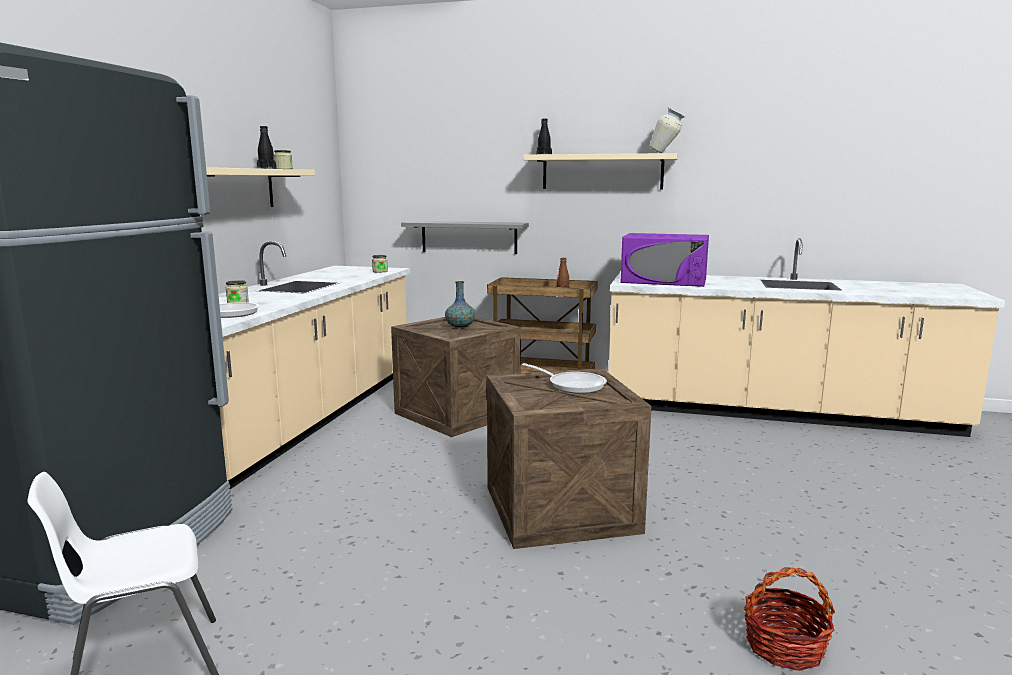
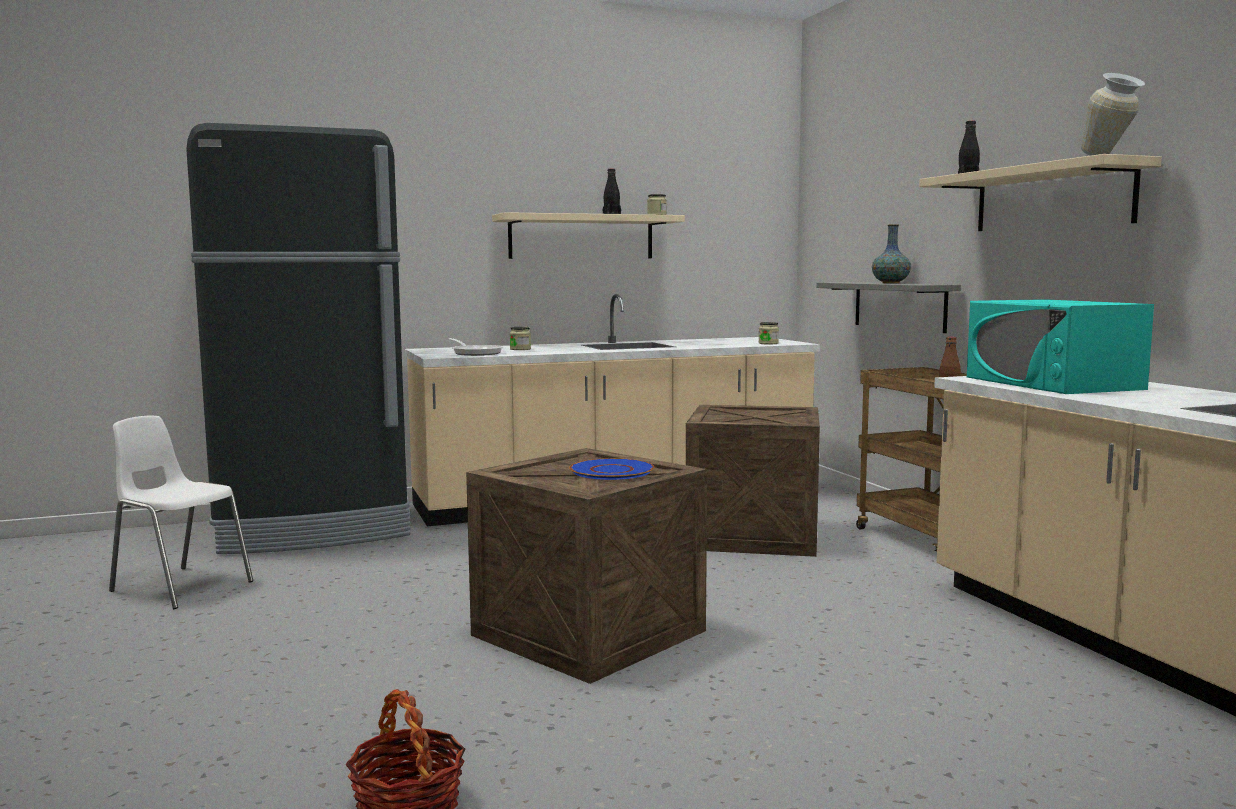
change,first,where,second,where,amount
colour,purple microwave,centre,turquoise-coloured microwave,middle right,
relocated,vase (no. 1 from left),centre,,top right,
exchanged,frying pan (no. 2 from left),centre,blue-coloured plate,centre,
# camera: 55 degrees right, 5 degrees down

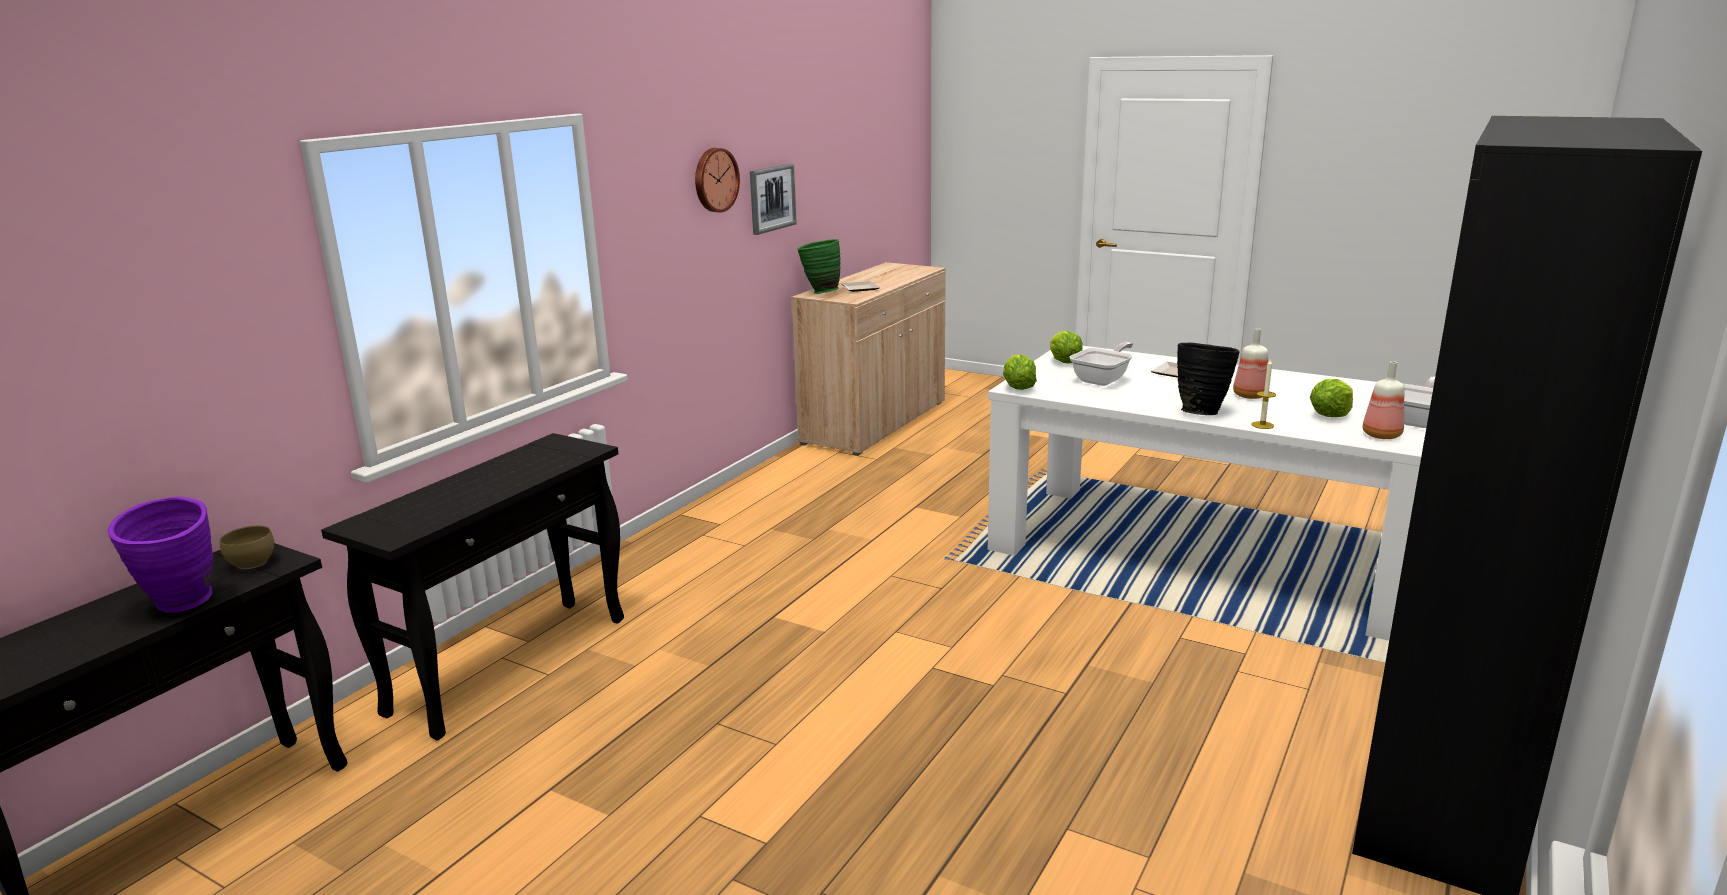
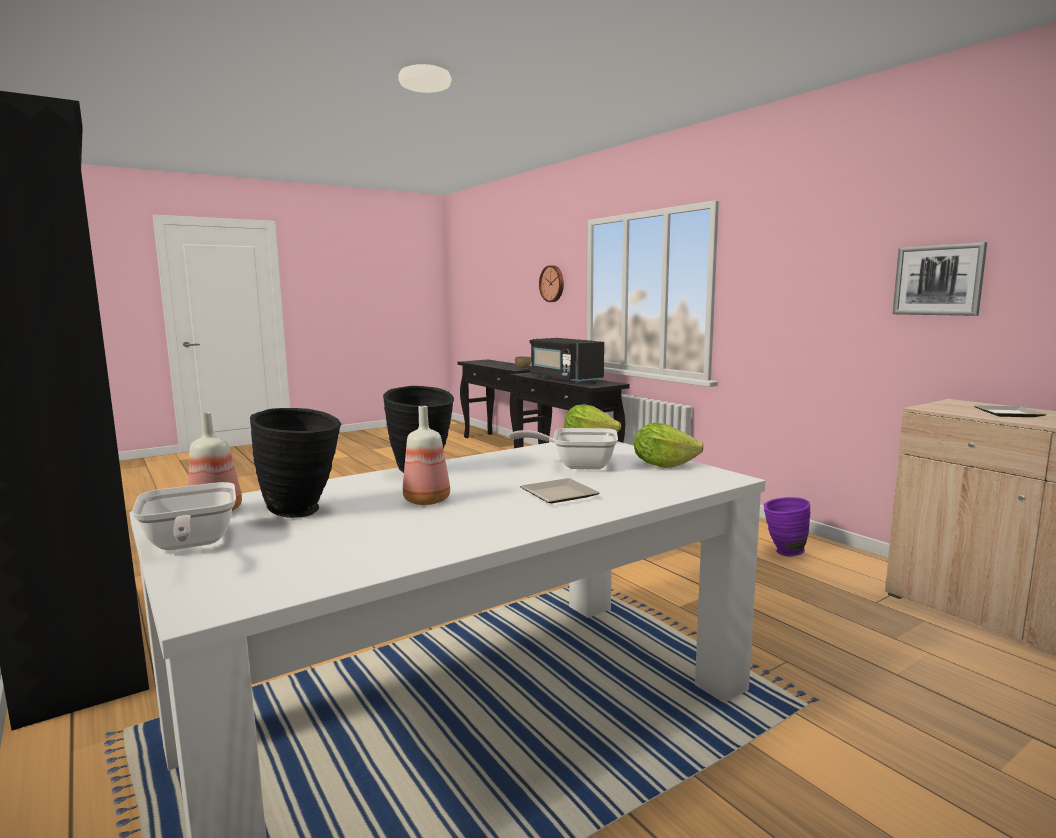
change,first,where,second,where,amount
relocated,wall clock,top centre,,centre,
missing,green-coloured vase,top centre,,,
spun,frying pan (no. 1 from left in the first image),centre,frying pan (no. 2 from left),centre,120 degrees clockwise
missing,wax light,middle right,,,
exchanged,head of lettuce (no. 3 from left),middle right,blackish vase (no. 1 from left),middle left,
relocated,purple vase,middle left,,middle right,
appeared,,,blackish microwave,centre,
# camera: 115 degrees right, 10 degrees down

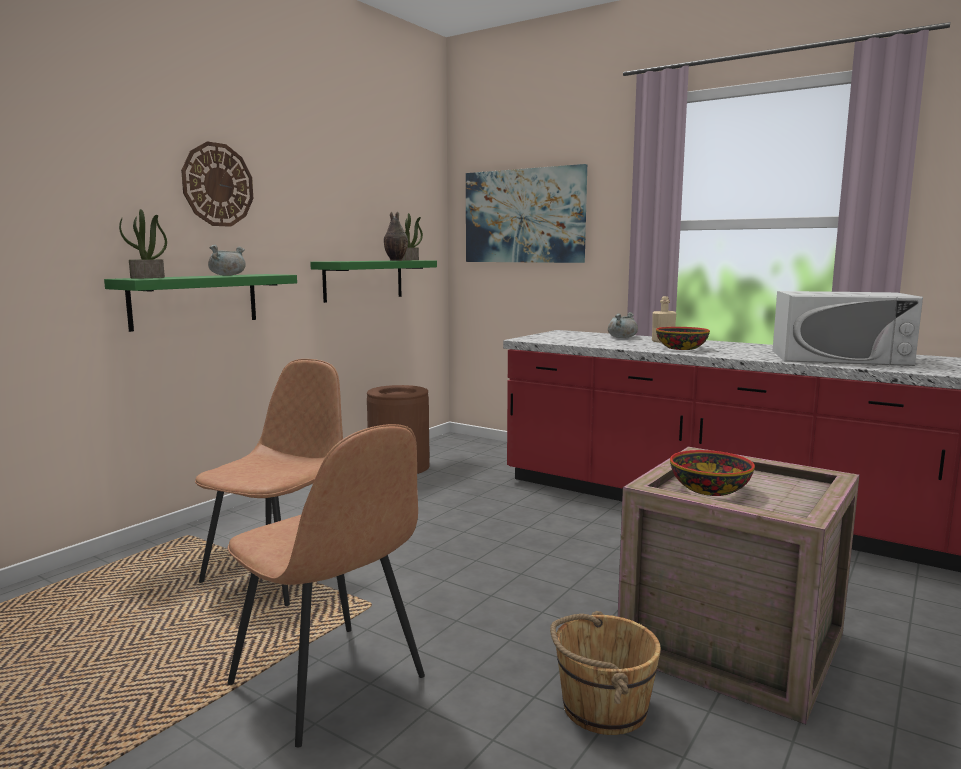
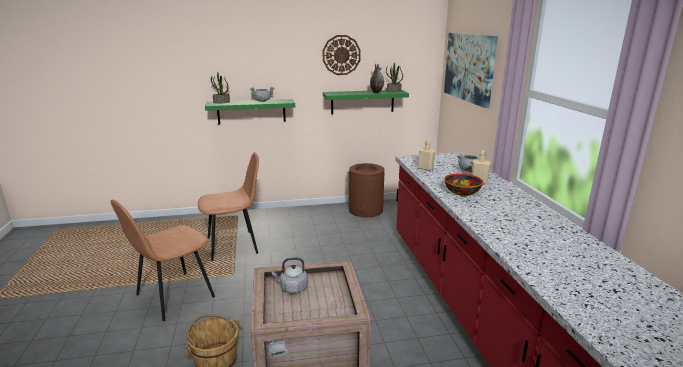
change,first,where,second,where,amount
relocated,wall clock,top left,,top centre,
missing,whitish microwave,middle right,,,
spun,brownish plain chair (no. 2 from left in the first image),bottom centre,brownish plain chair (no. 1 from left),bottom left,45 degrees clockwise
exchanged,serving bowl (no. 2 from left),middle right,grey tea kettle,bottom centre,
appeared,,,beige-coloured beverage bottle (no. 1 from left),centre,
# camera: 45 degrees right, 10 degrees up

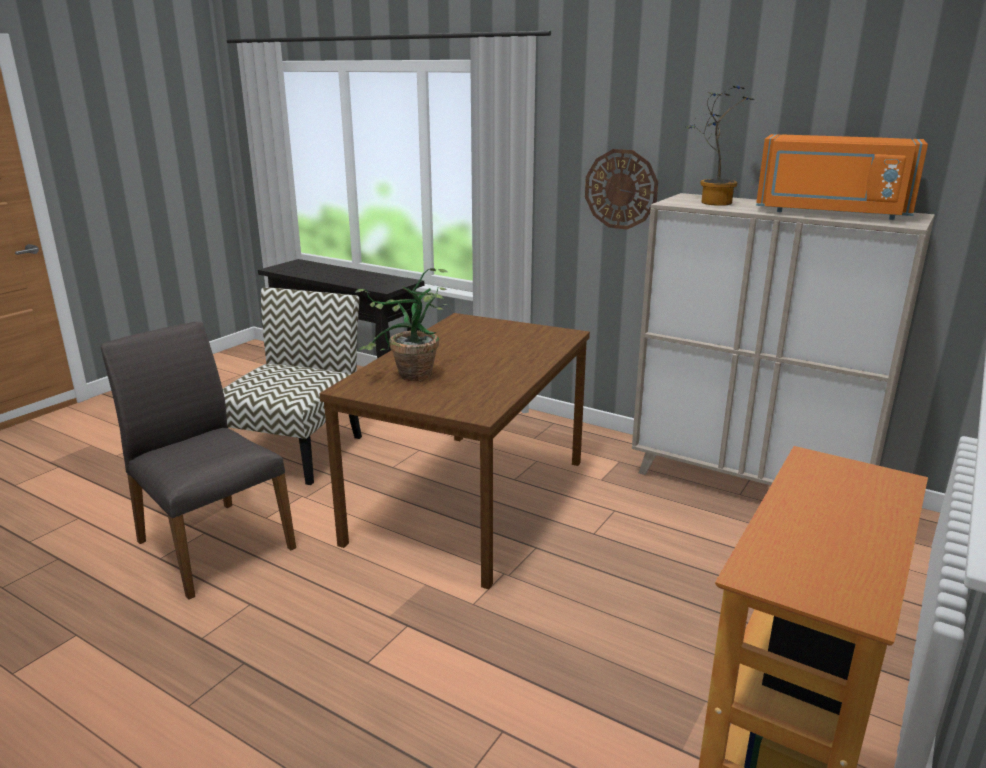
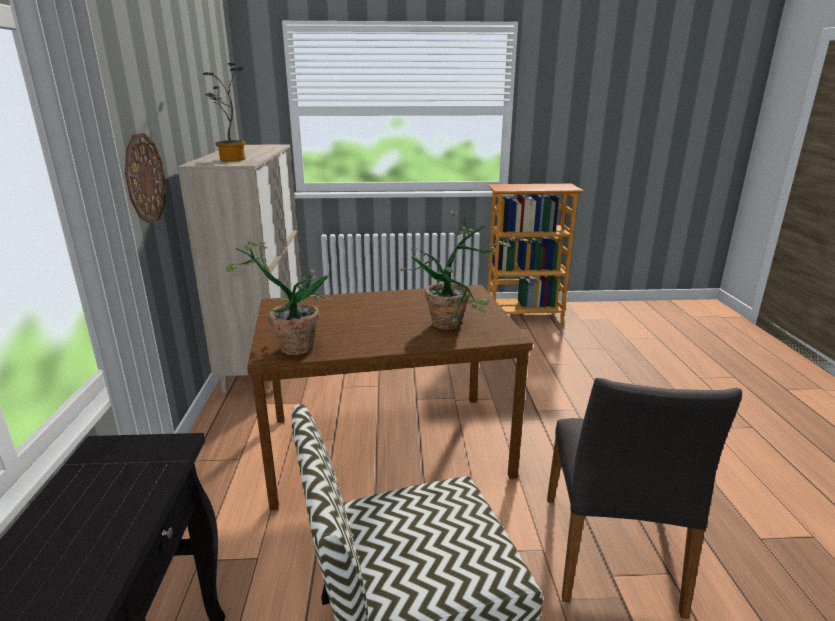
change,first,where,second,where,amount
missing,orangey microwave,top right,,,
appeared,,,houseplant (no. 2 from left),centre,
# camera: 125 degrees left, 0 degrees up

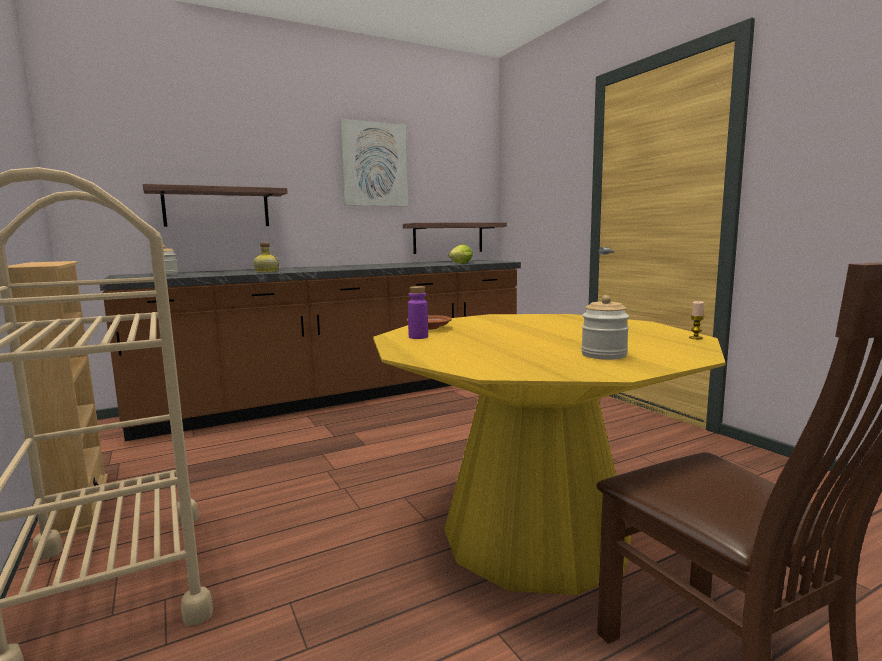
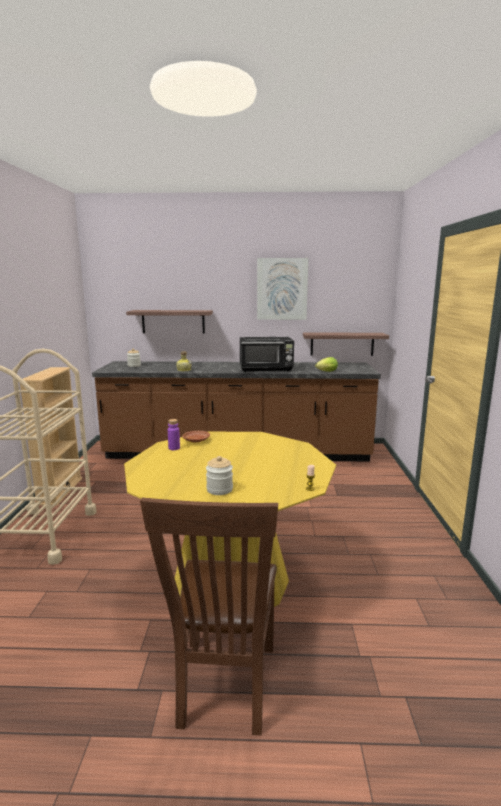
change,first,where,second,where,amount
appeared,,,blackish microwave,centre,
# camera: 30 degrees right, 5 degrees up

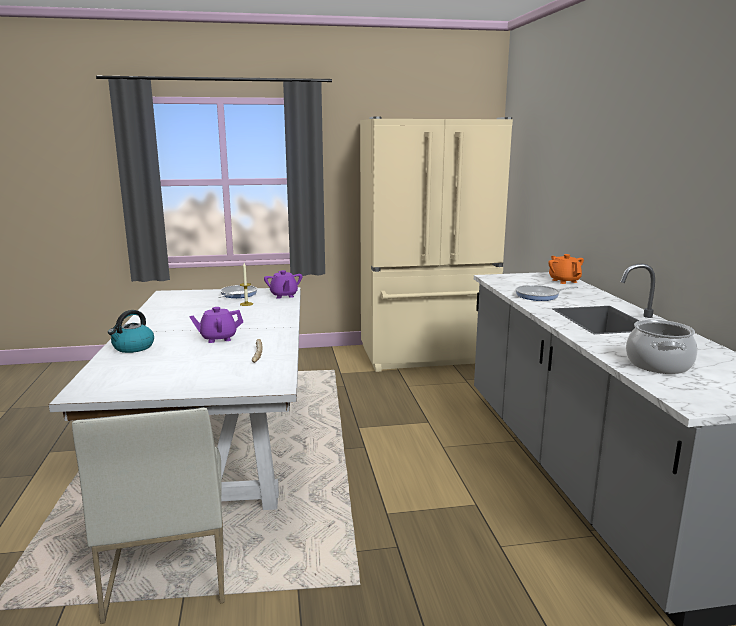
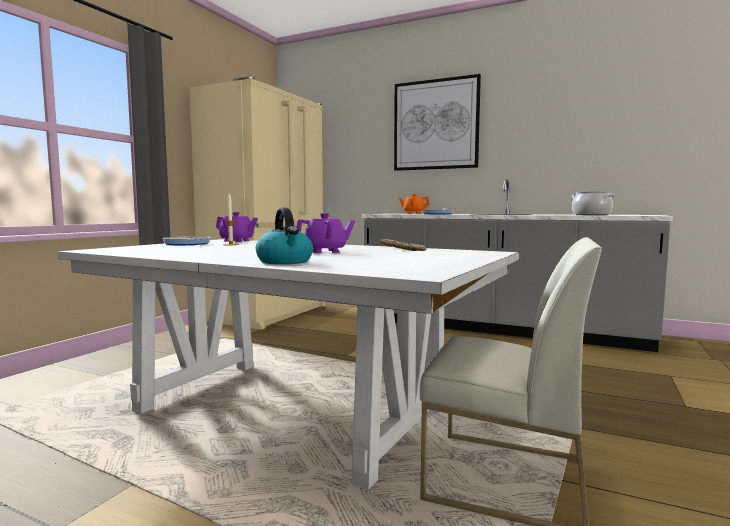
change,first,where,second,where,amount
spun,purple teapot (no. 1 from left in the first image),middle left,purple teapot (no. 2 from left),centre,120 degrees counterclockwise
appeared,,,wall picture,top centre,
# camera: 55 degrees left, 10 degrees down

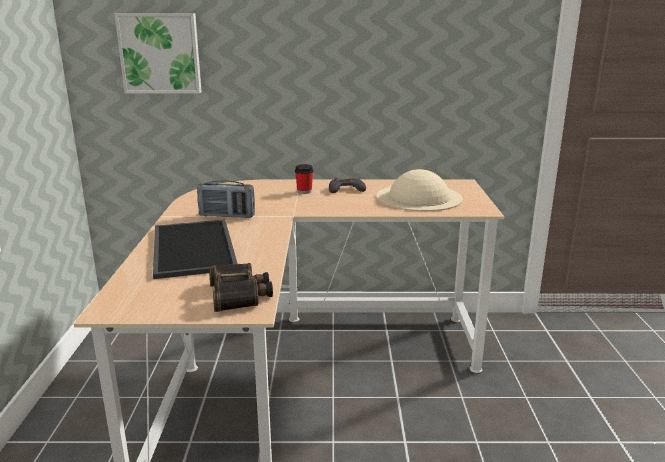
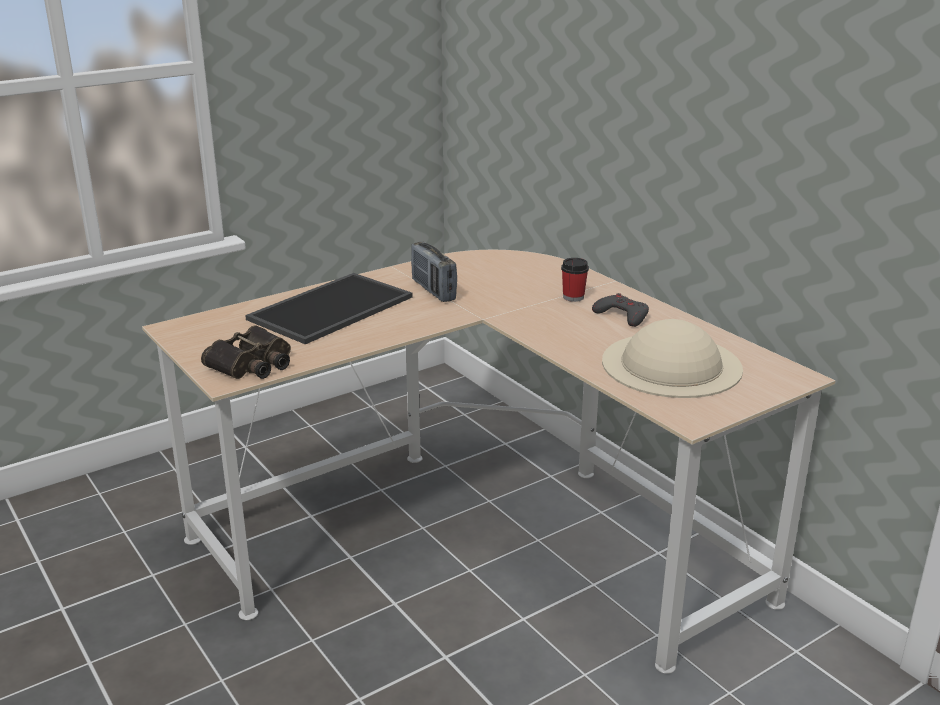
change,first,where,second,where,amount
missing,wall picture,top left,,,
# camera: 55 degrees right, 5 degrees up

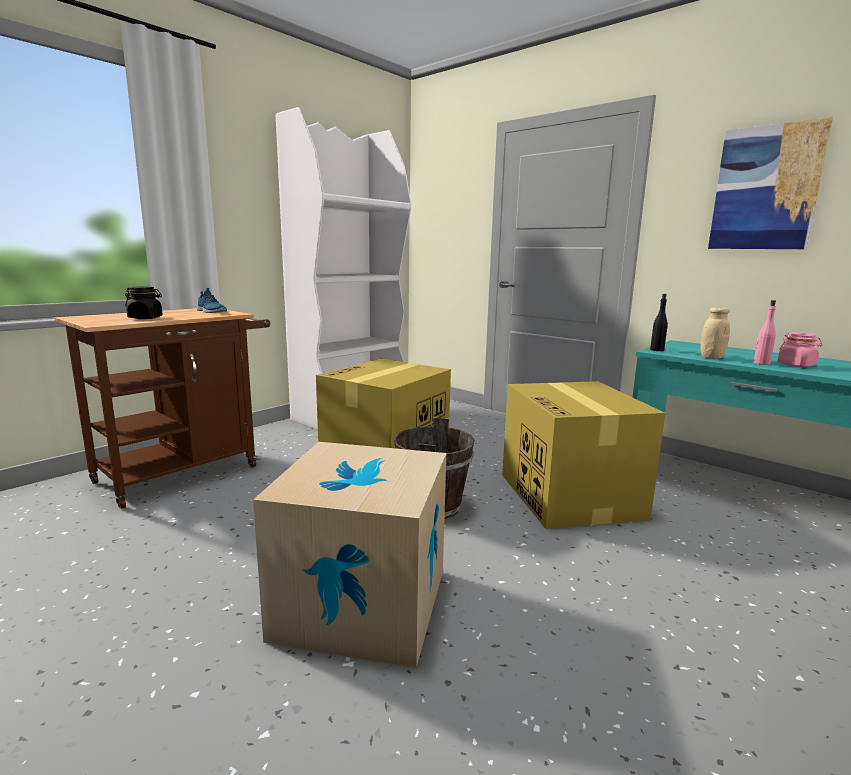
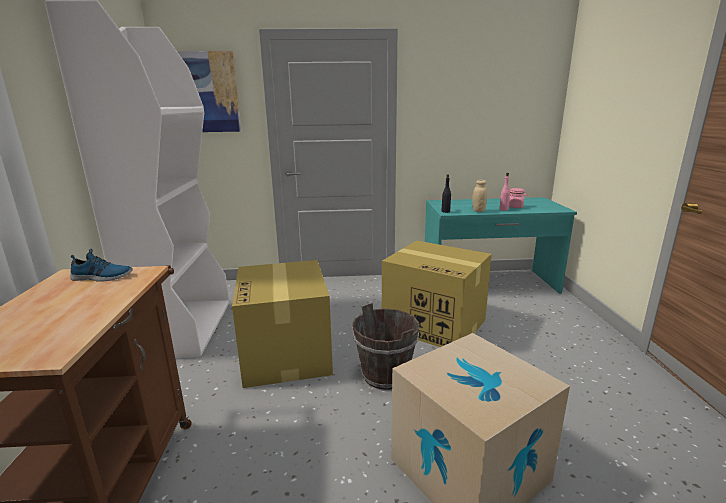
change,first,where,second,where,amount
relocated,wall picture,top right,,top left,
missing,blackish preserve jar,middle left,,,
# camera: 45 degrees left, 5 degrees up

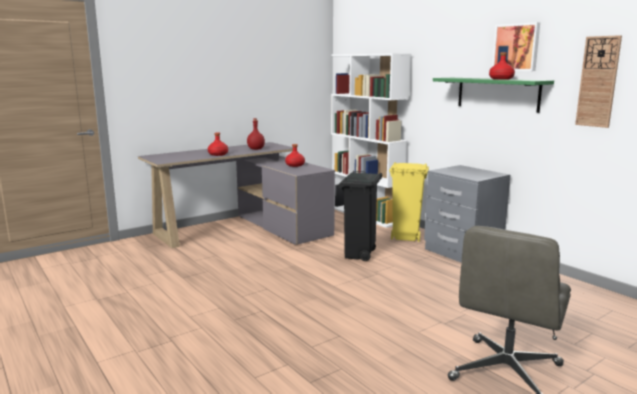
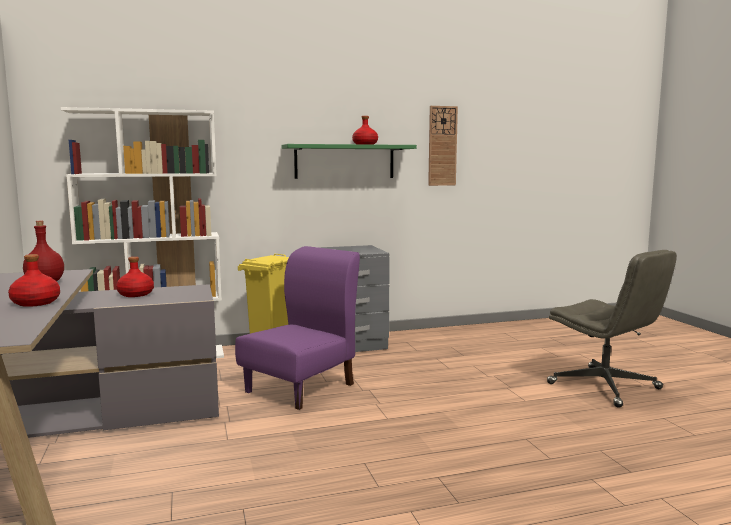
change,first,where,second,where,amount
missing,wall picture,top right,,,
exchanged,blackish trash can,centre,purple plain chair,centre,
# camera: 70 degrees left, 5 degrees down

